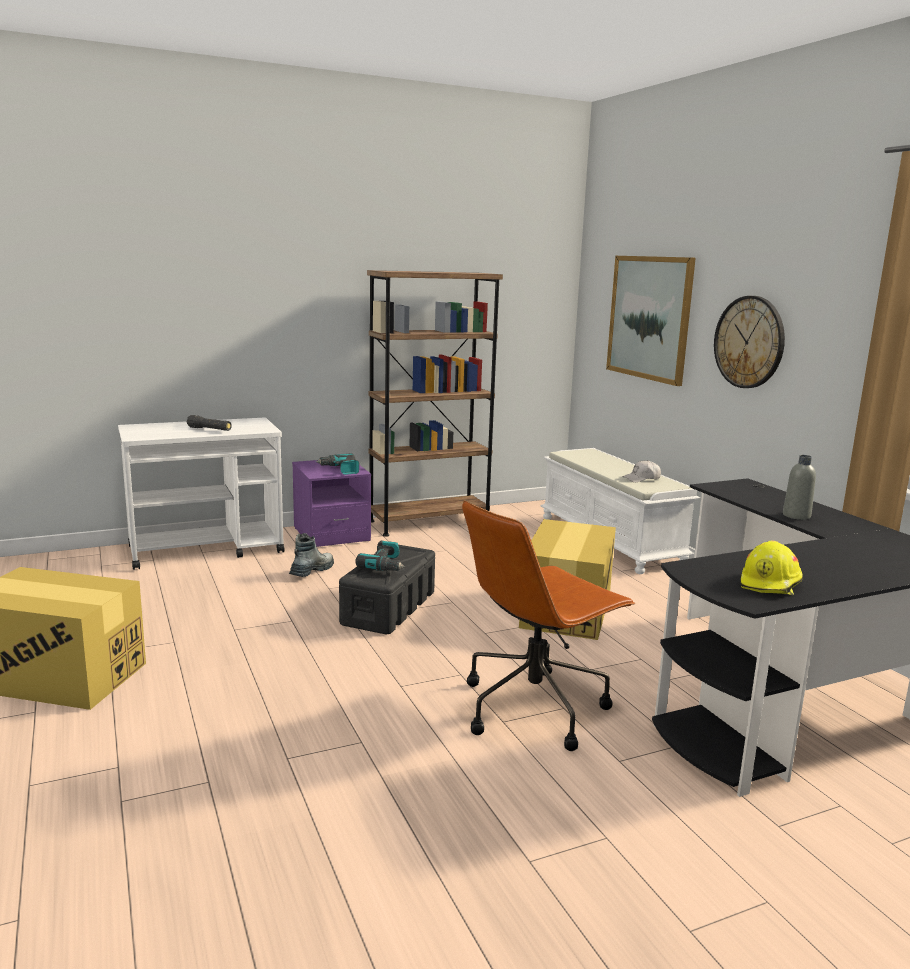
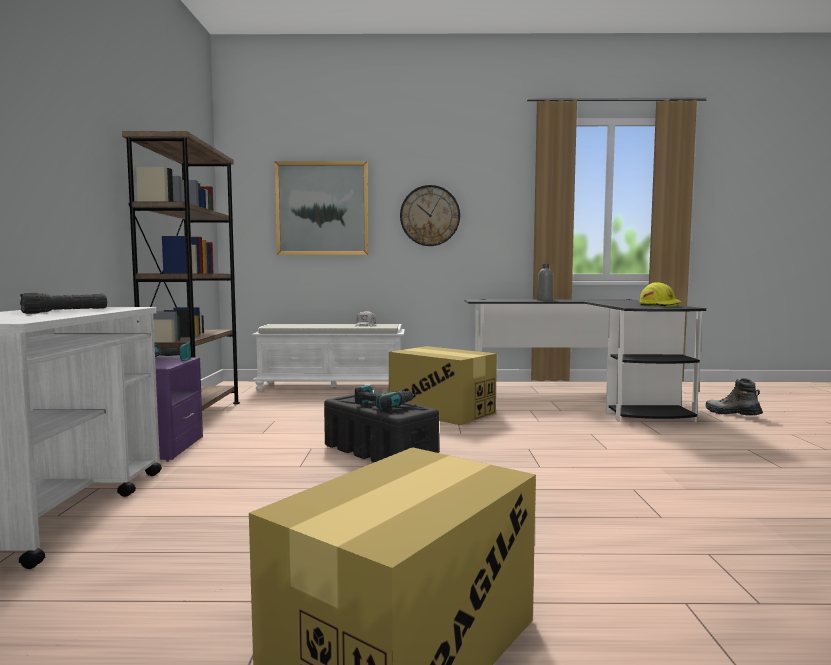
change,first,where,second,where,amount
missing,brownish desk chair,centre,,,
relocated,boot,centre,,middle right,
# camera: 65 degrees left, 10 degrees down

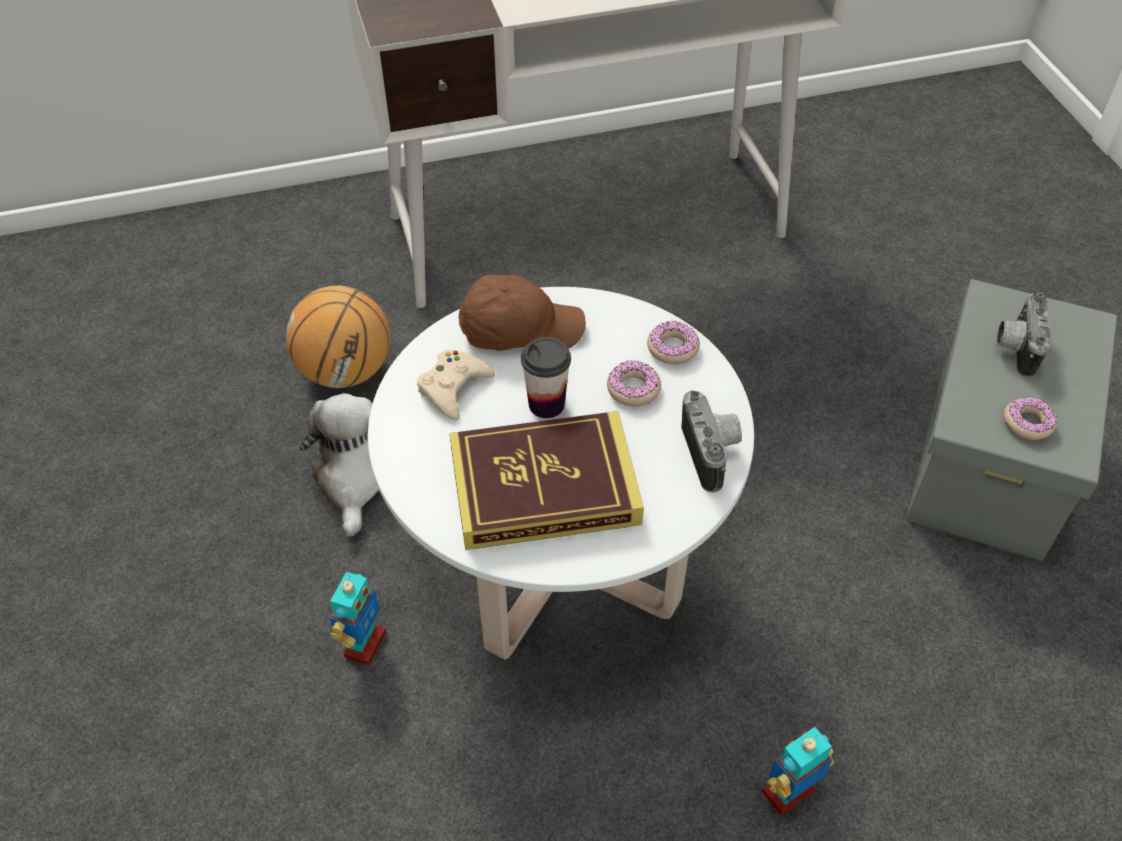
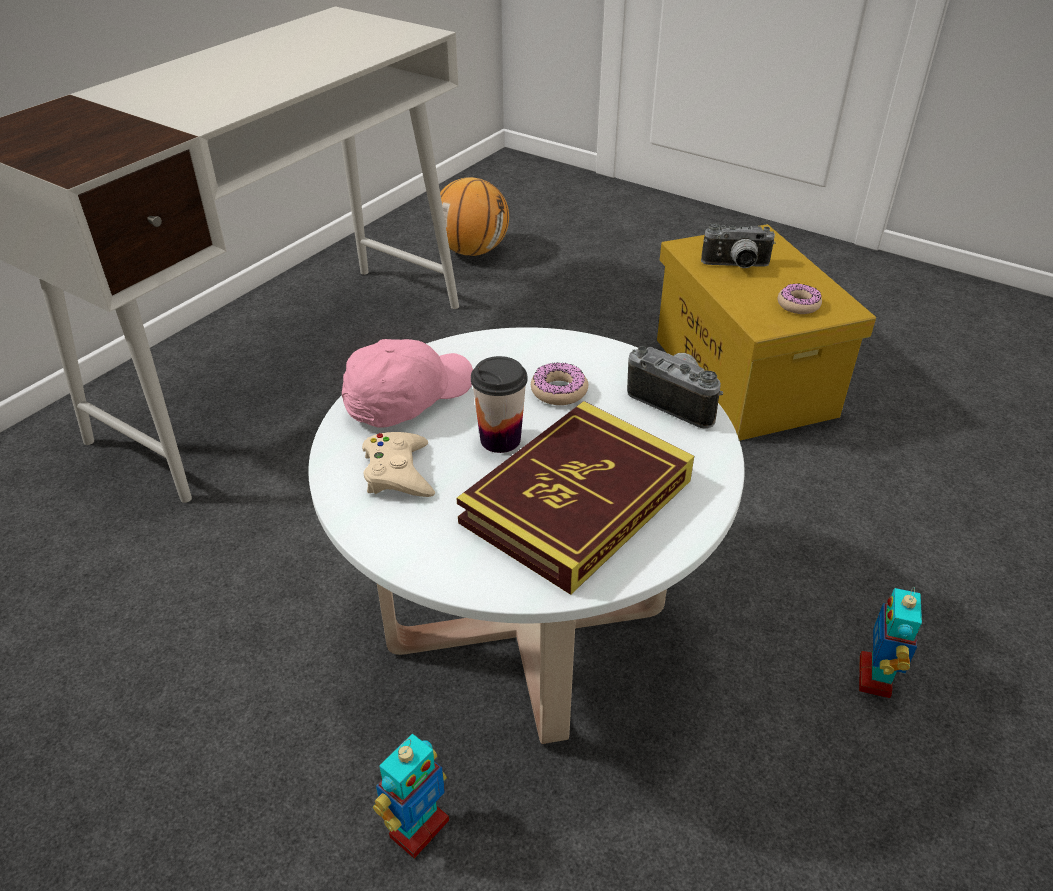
change,first,where,second,where,amount
colour,brownish baseball cap,centre,pinkish baseball cap,centre,
colour,grey storage container,middle right,yellow-coloured storage container,middle right,
relocated,basketball ball,middle left,,top centre,
spun,photo camera (no. 2 from left),middle right,,top right,60 degrees counterclockwise
missing,donut (no. 2 from left),centre,,,
missing,plush toy,middle left,,,
spun,model robot (no. 1 from left),bottom left,,bottom centre,60 degrees clockwise
# camera: 40 degrees left, 10 degrees down

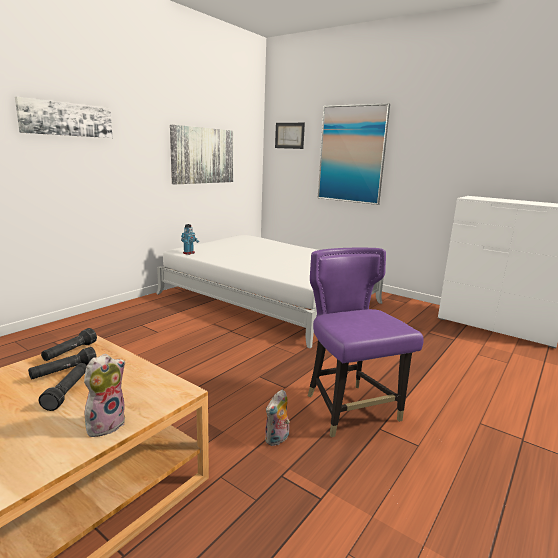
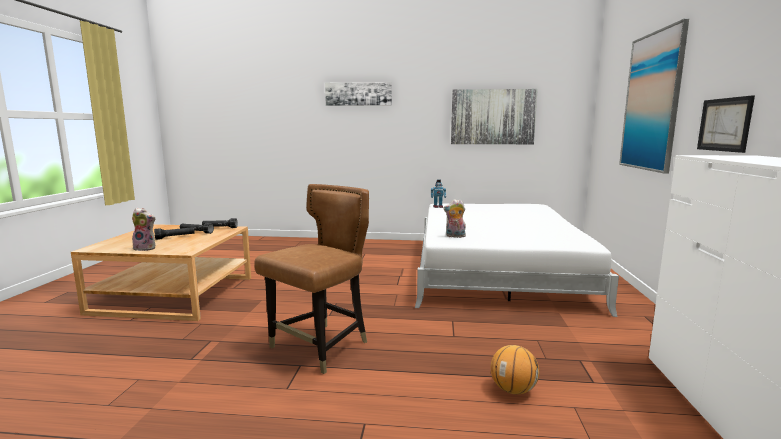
change,first,where,second,where,amount
relocated,wall picture (no. 3 from left in the first image),top centre,wall picture (no. 4 from left),top right,
colour,purple plain chair,centre,brownish plain chair,centre,
relocated,plush toy (no. 2 from left),bottom centre,,centre,
appeared,,,basketball ball,bottom centre,
# camera: 60 degrees right, 5 degrees down

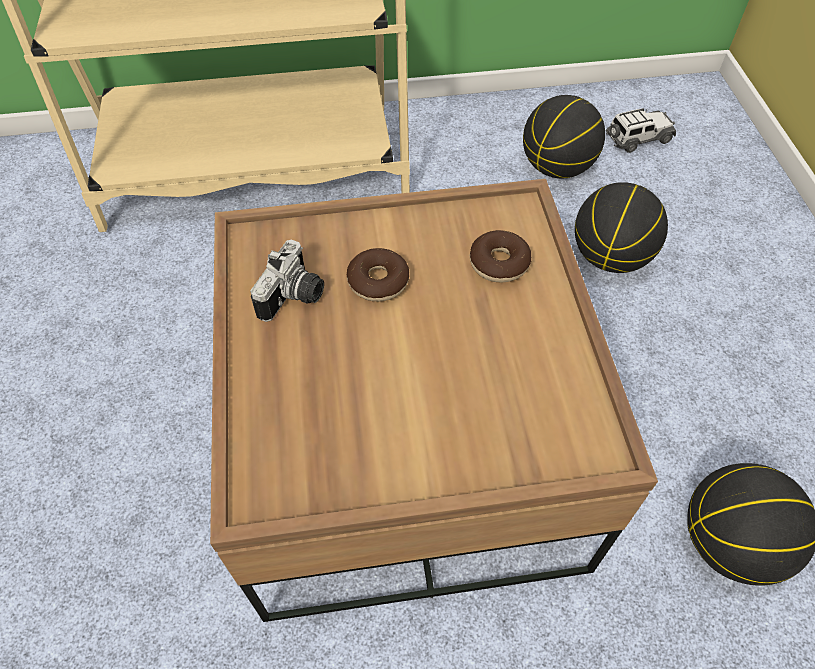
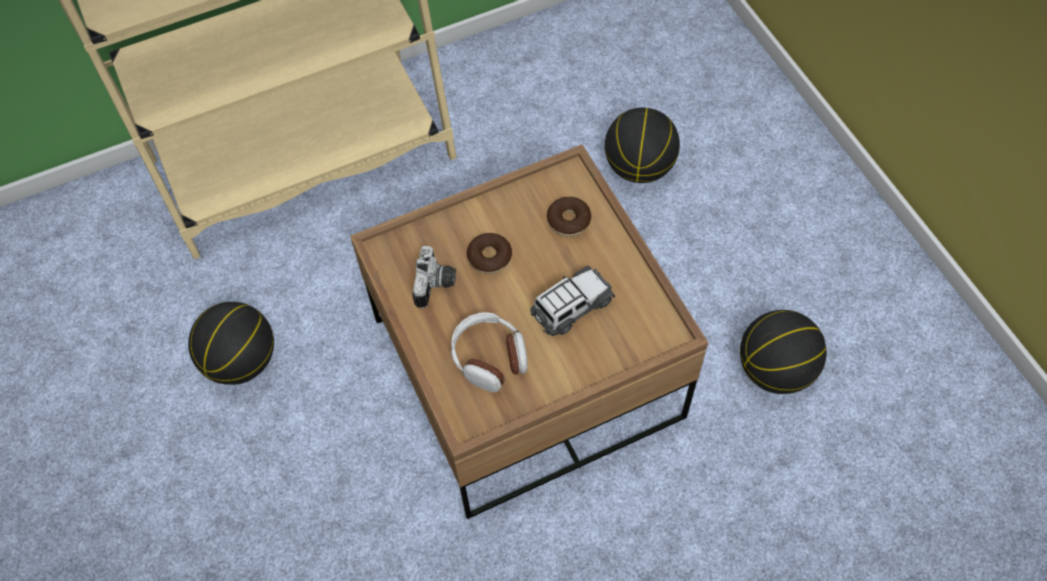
change,first,where,second,where,amount
relocated,basketball ball (no. 1 from left),top right,,middle left,
relocated,toy car,top right,,centre,
appeared,,,headset,centre,
# camera: 15 degrees left, 5 degrees up

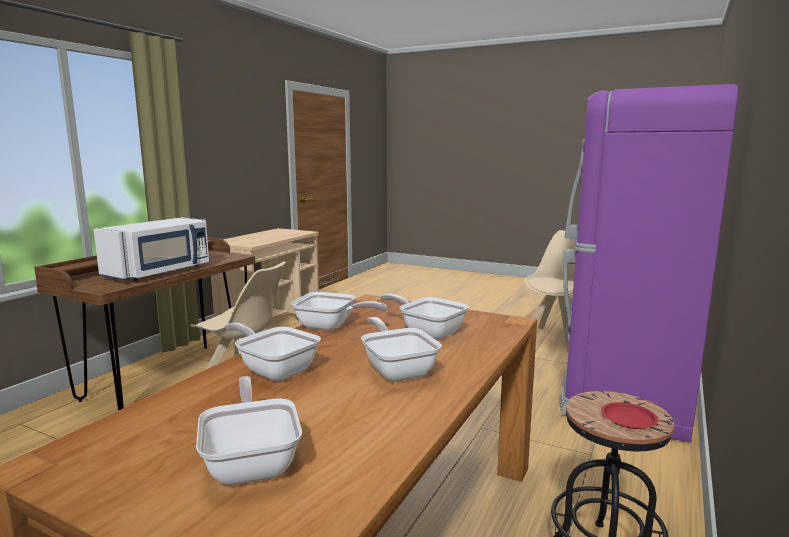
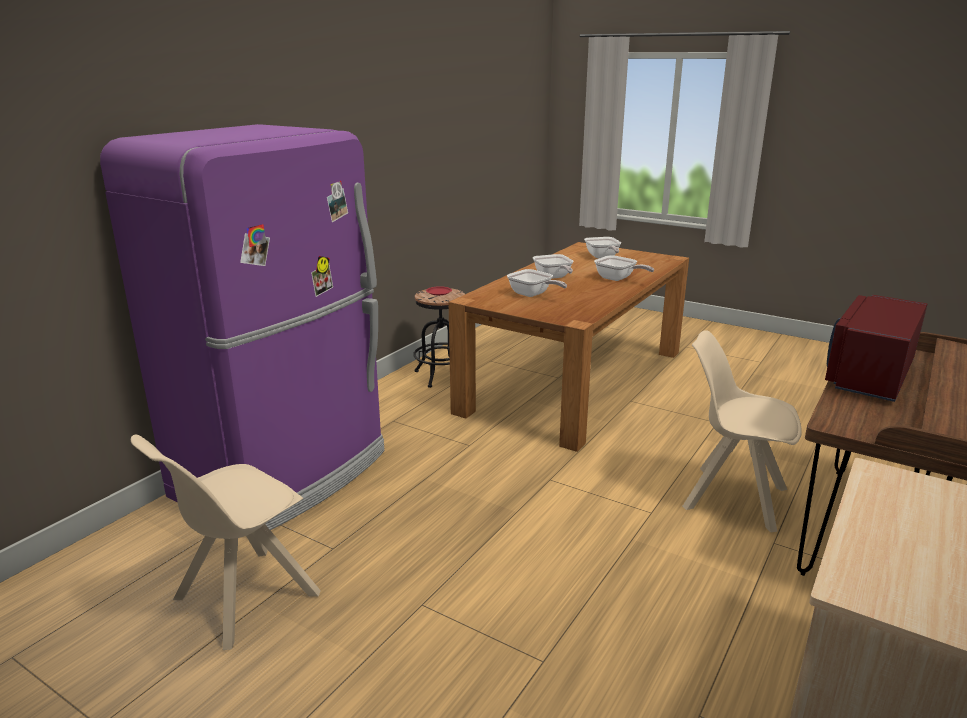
change,first,where,second,where,amount
colour,whitish microwave,middle left,red-coloured microwave,middle right,
missing,frying pan (no. 3 from left),centre,,,
# camera: 175 degrees left, 10 degrees up

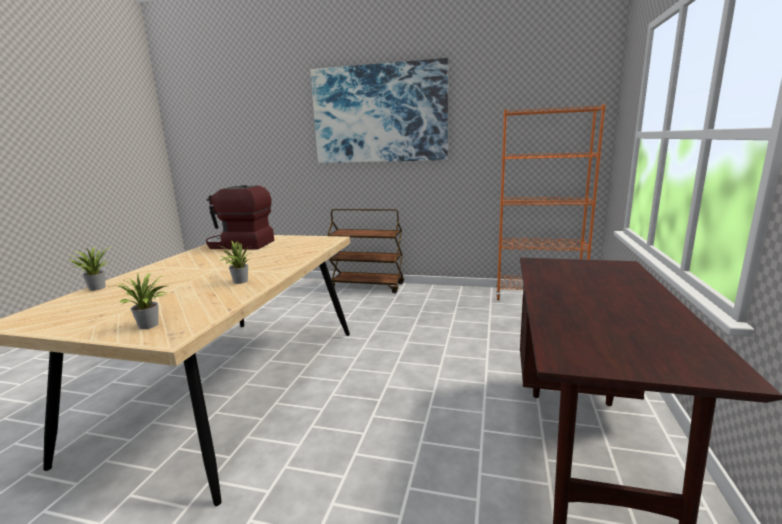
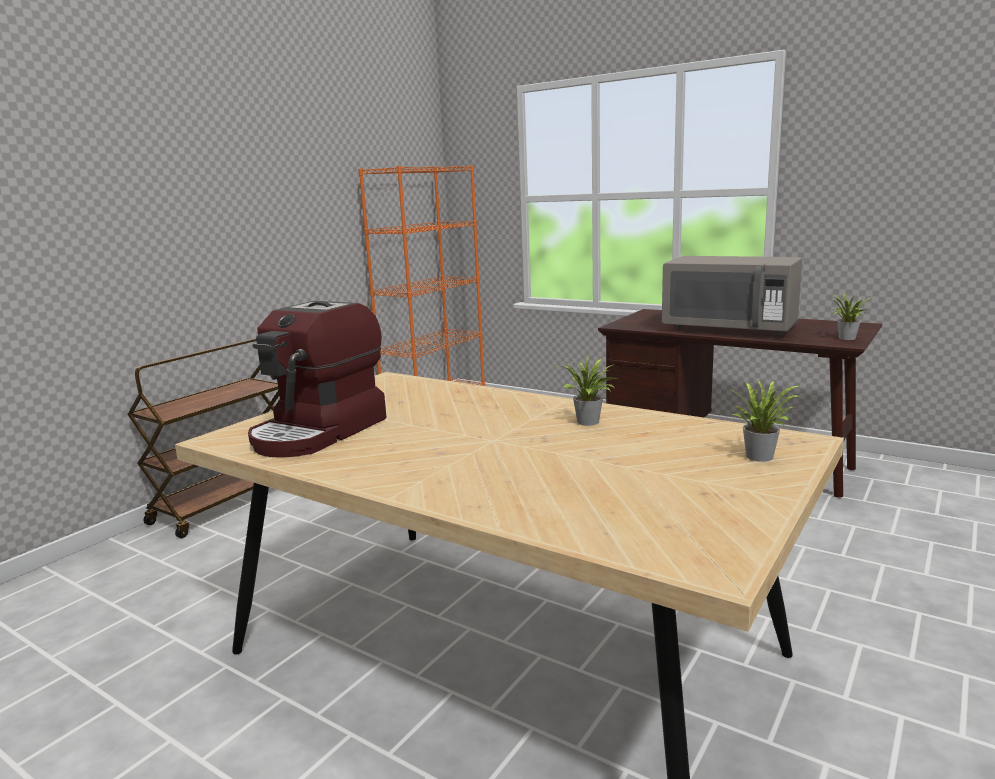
change,first,where,second,where,amount
missing,wall picture,top centre,,,
relocated,houseplant (no. 1 from left in the first image),middle left,houseplant (no. 3 from left),middle right,
appeared,,,grey microwave,middle right,
# camera: 70 degrees left, 0 degrees up

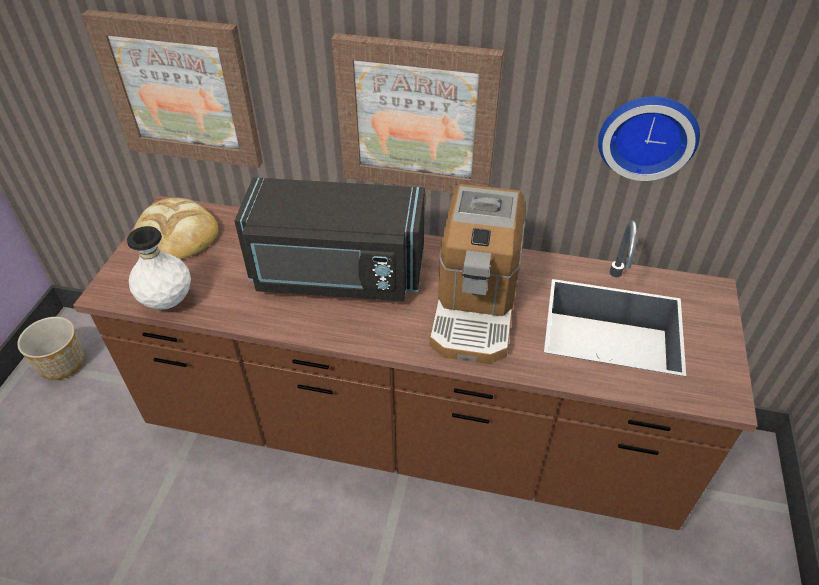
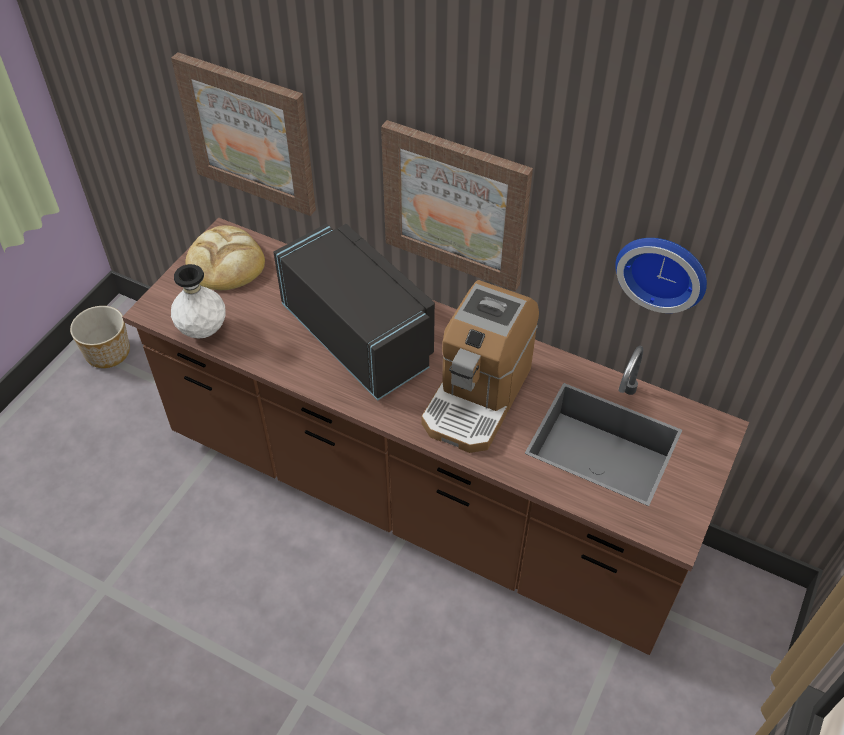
change,first,where,second,where,amount
spun,blackish microwave,centre,,centre,150 degrees counterclockwise
# camera: 15 degrees right, 5 degrees up

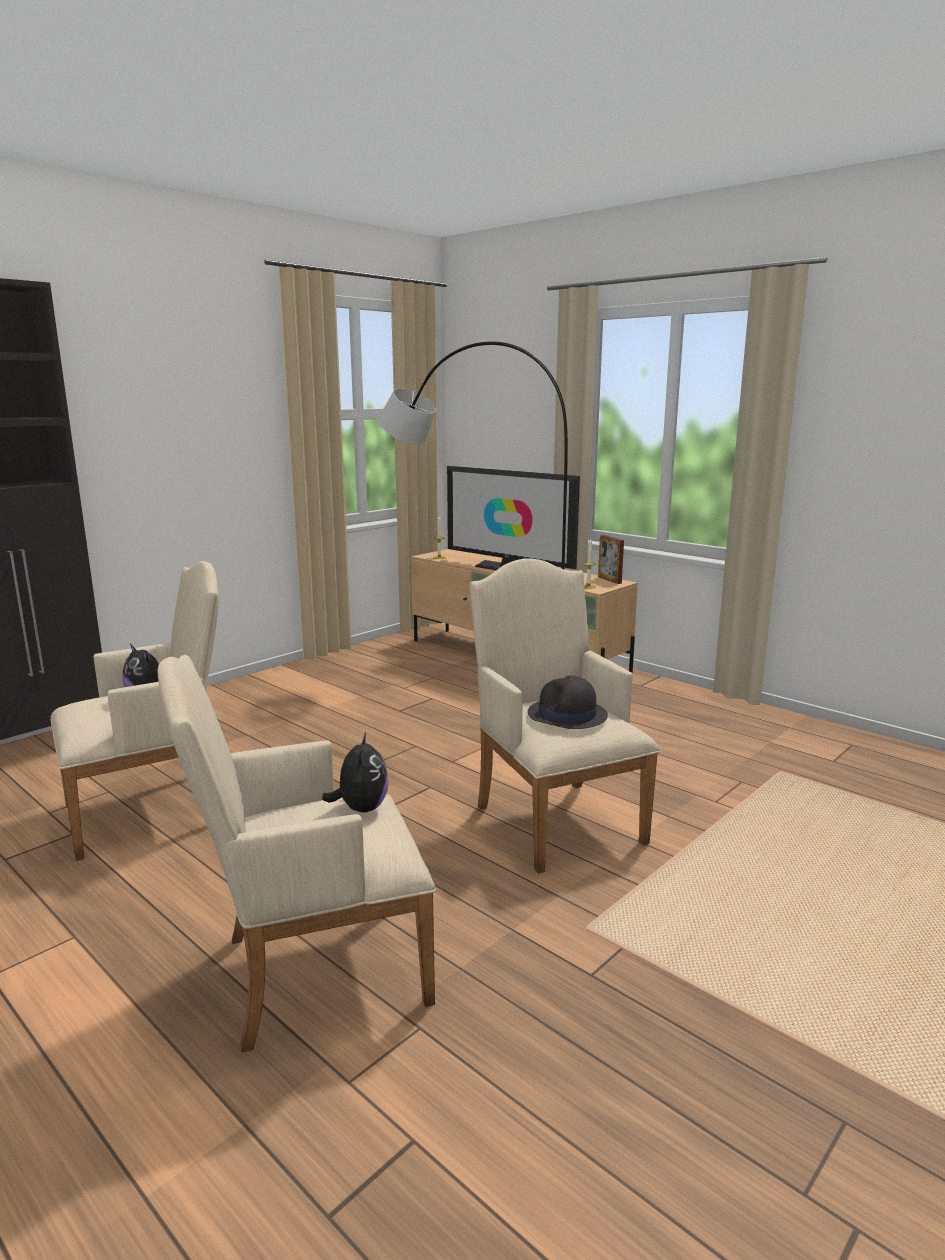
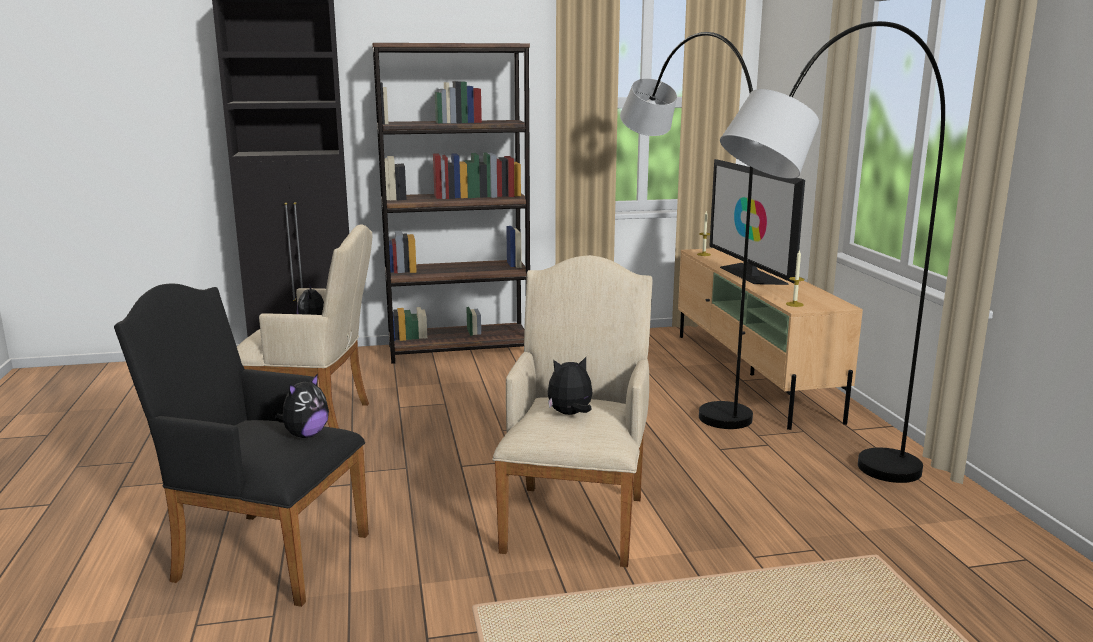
change,first,where,second,where,amount
missing,standing frame,centre,,,
colour,beige-coloured easy chair (no. 2 from left),bottom left,blackish easy chair,bottom left,
exchanged,blackish hat,centre,plush toy (no. 3 from left),centre,
appeared,,,grey floor lamp (no. 2 from left),middle right,
appeared,,,brownish bookshelf,top centre,
# camera: 35 degrees right, 0 degrees up

